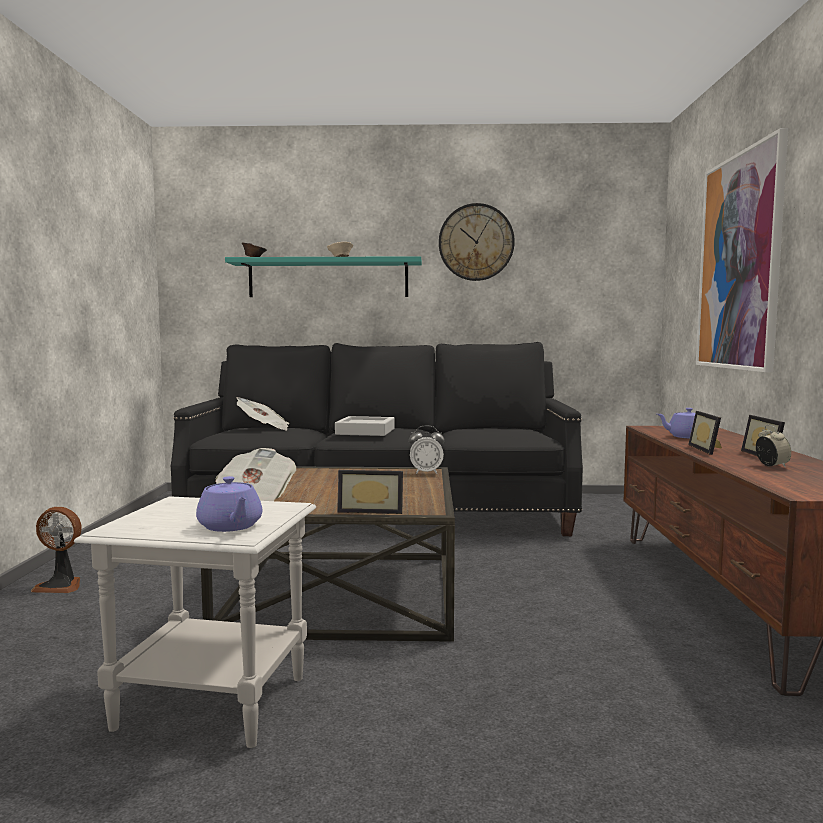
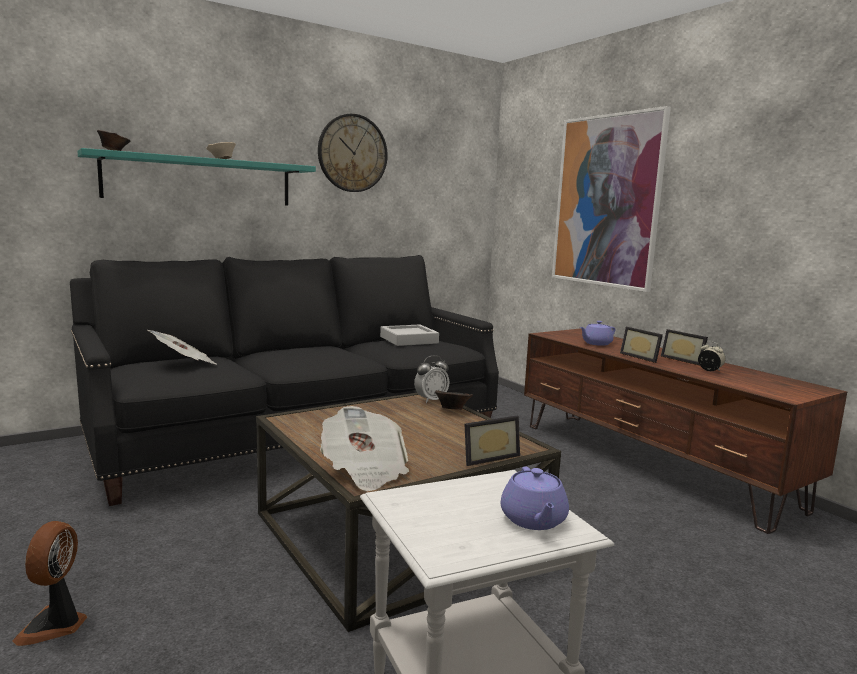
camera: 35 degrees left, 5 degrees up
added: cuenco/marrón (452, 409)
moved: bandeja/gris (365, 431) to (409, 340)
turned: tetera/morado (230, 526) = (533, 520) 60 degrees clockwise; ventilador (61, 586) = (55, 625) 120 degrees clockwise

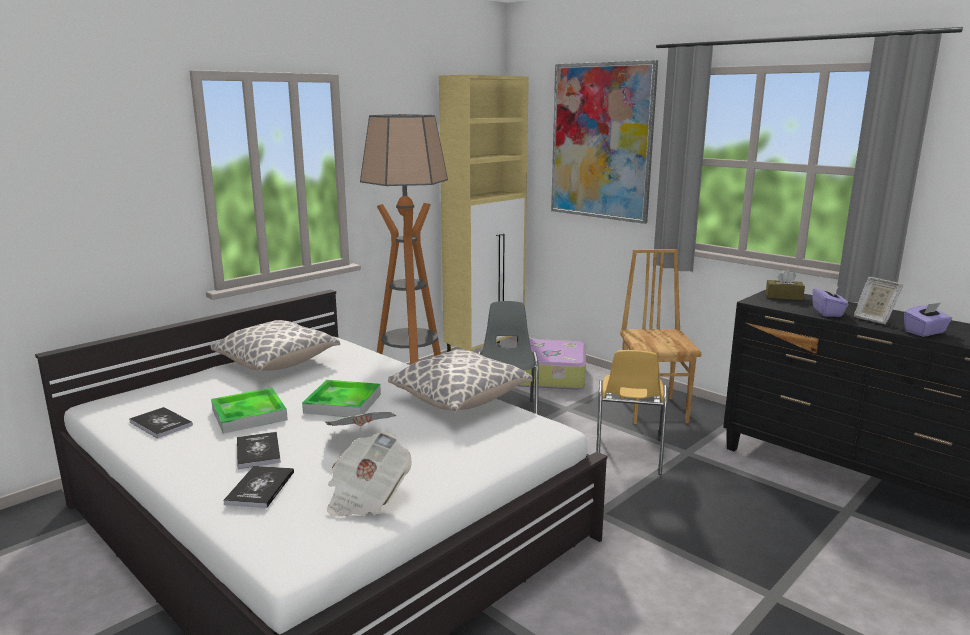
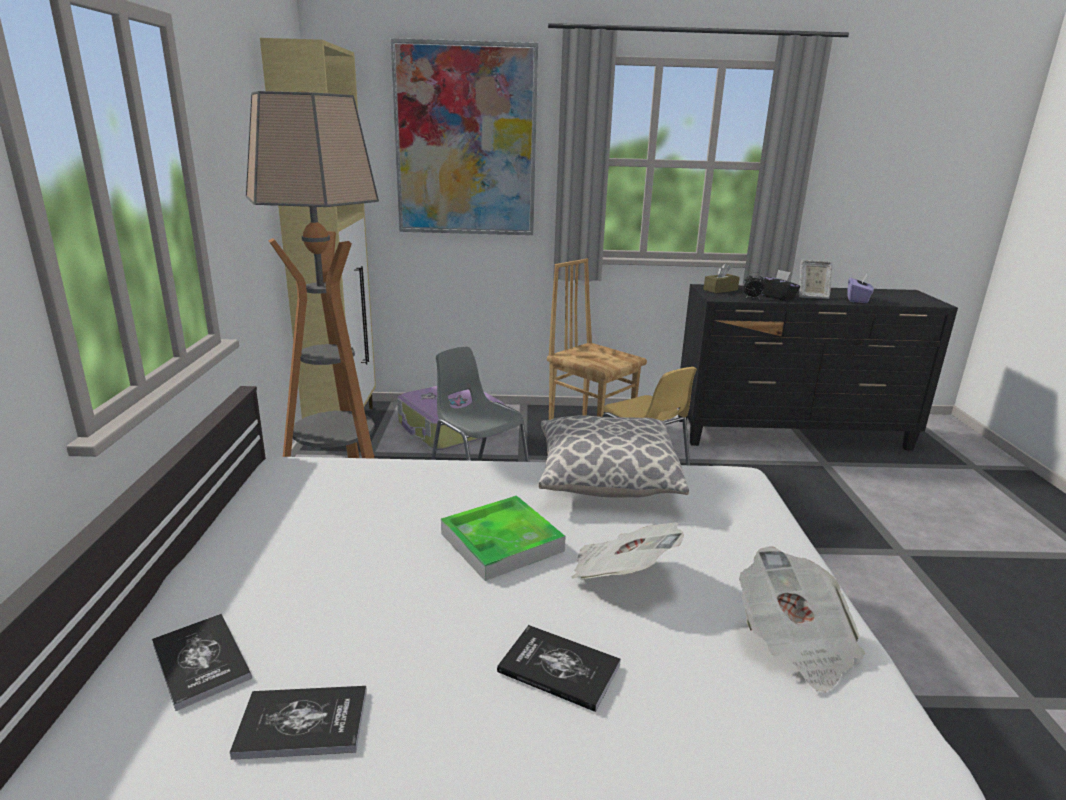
camera: 45 degrees left, 5 degrees up
removed: cojín (277, 364); bandeja (249, 415)
added: despertador (752, 299)
moved: libro (260, 488) to (201, 661)
recoloured: caja de pañuelos/morado (828, 312) to caja de pañuelos/negro (778, 297)

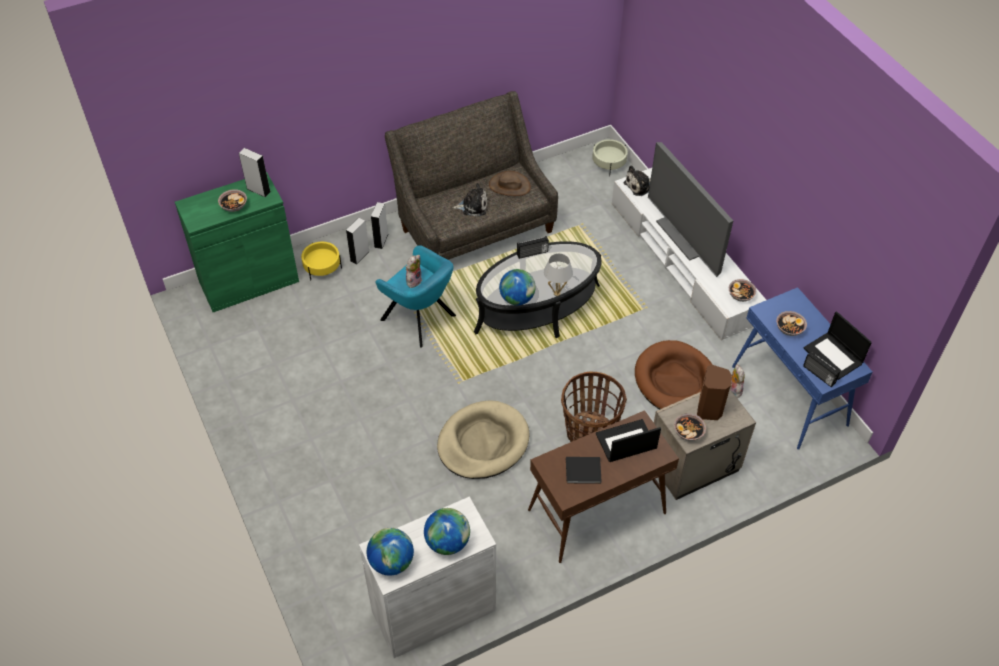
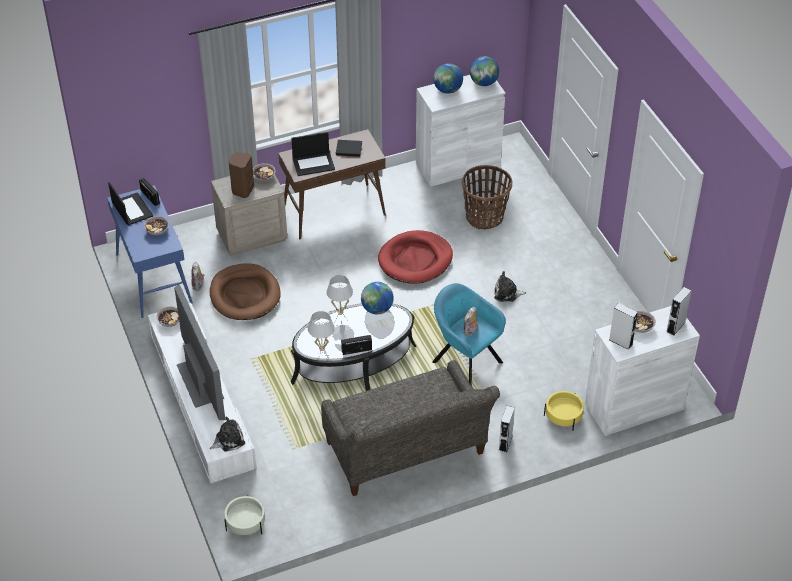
camera: 175 degrees left, 5 degrees down
removed: sombrero/marrón (509, 186)
added: lámpara de mesa/blanco (322, 348)
moved: peluche (473, 206) to (507, 293); altavoz/gris (359, 256) to (675, 327); cesta (589, 433) to (484, 217)
recoloured: armario/verde (249, 281) to armario/blanco (634, 406); cama para perro/beis (483, 442) to cama para perro/rojo (415, 260)

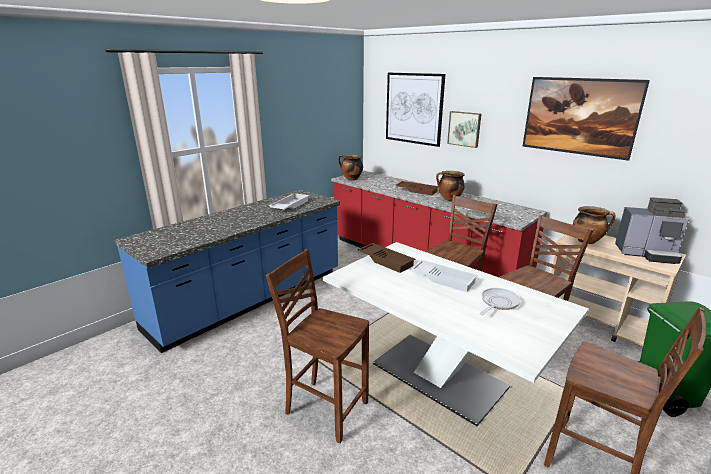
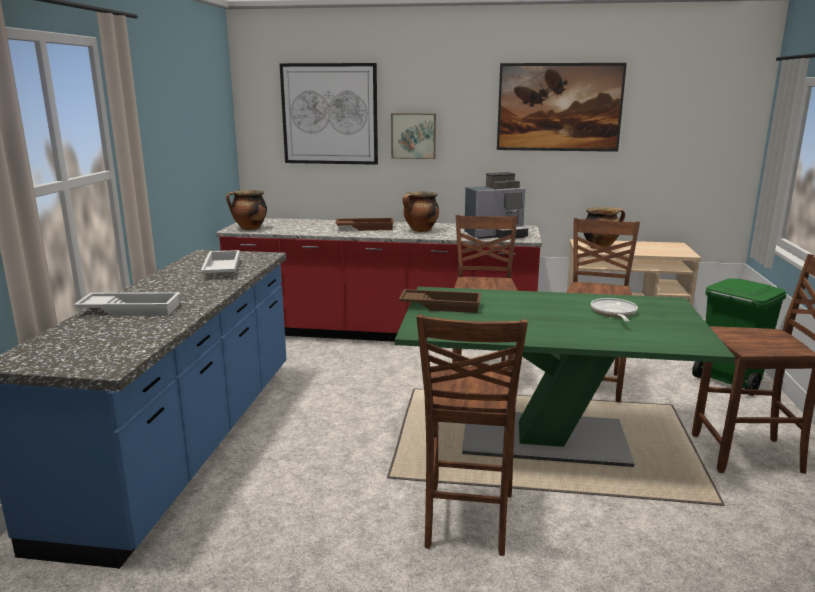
camera: 35 degrees left, 5 degrees down
moved: cafetera (647, 254) to (496, 235); bandeja/blanco (443, 279) to (131, 309)
recoloured: mesa de comedor/blanco (438, 375) to mesa de comedor/verde (544, 438)
turned: silla/marrón (325, 408) = (466, 521) 75 degrees counterclockwise

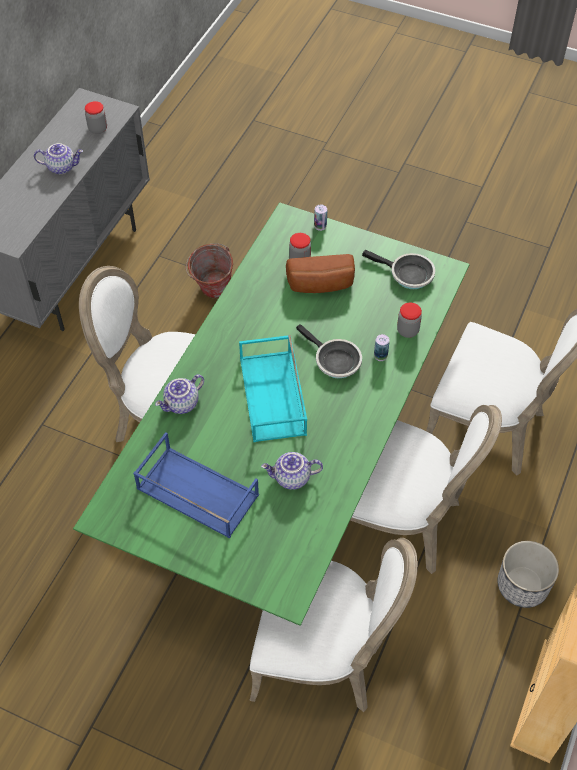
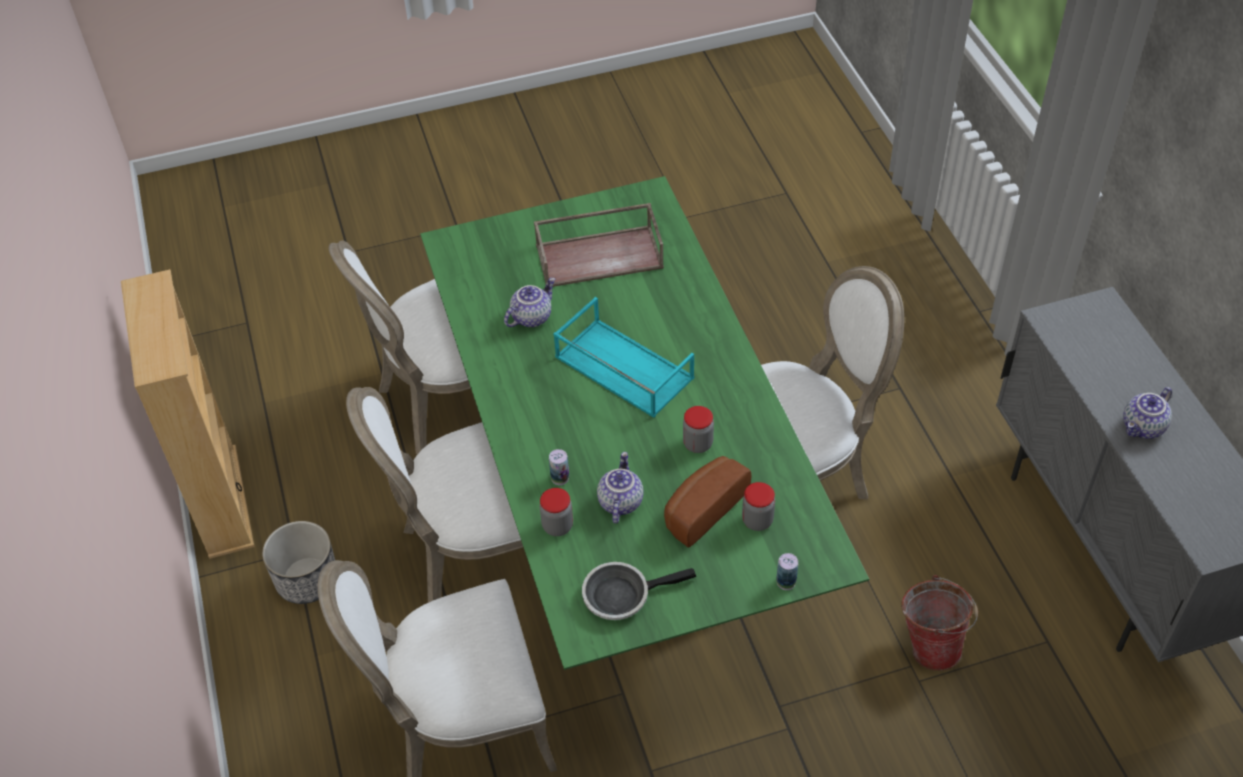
camera: 140 degrees right, 5 degrees down
removed: sartén (334, 361)
moved: tarro (98, 129) to (697, 444); tetera (182, 404) to (619, 502)
recoloured: bandeja/azul (196, 492) to bandeja/marrón (600, 255)

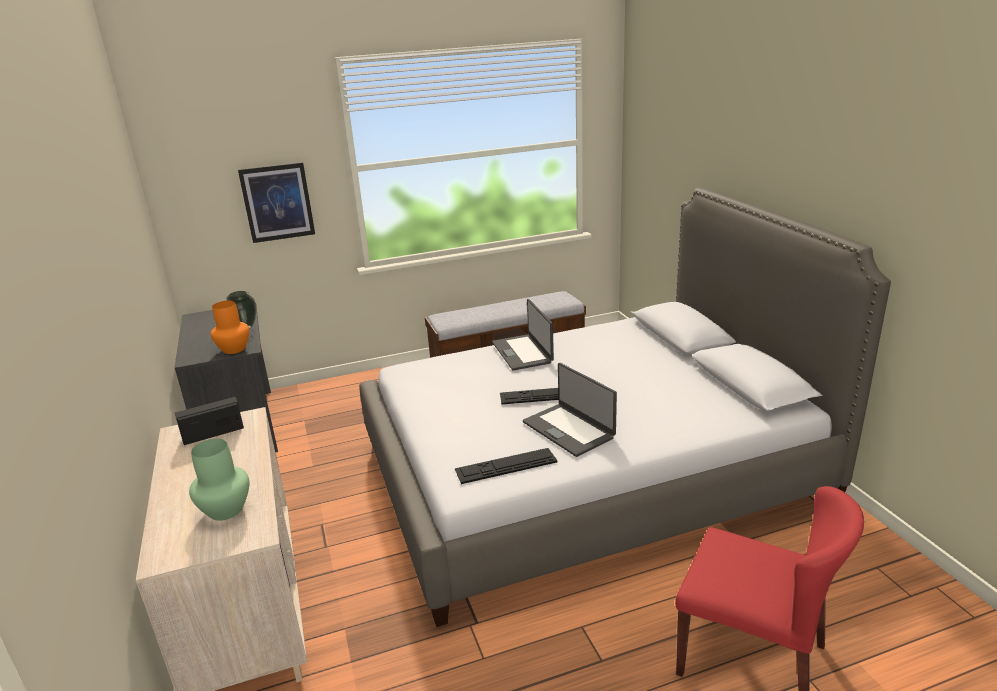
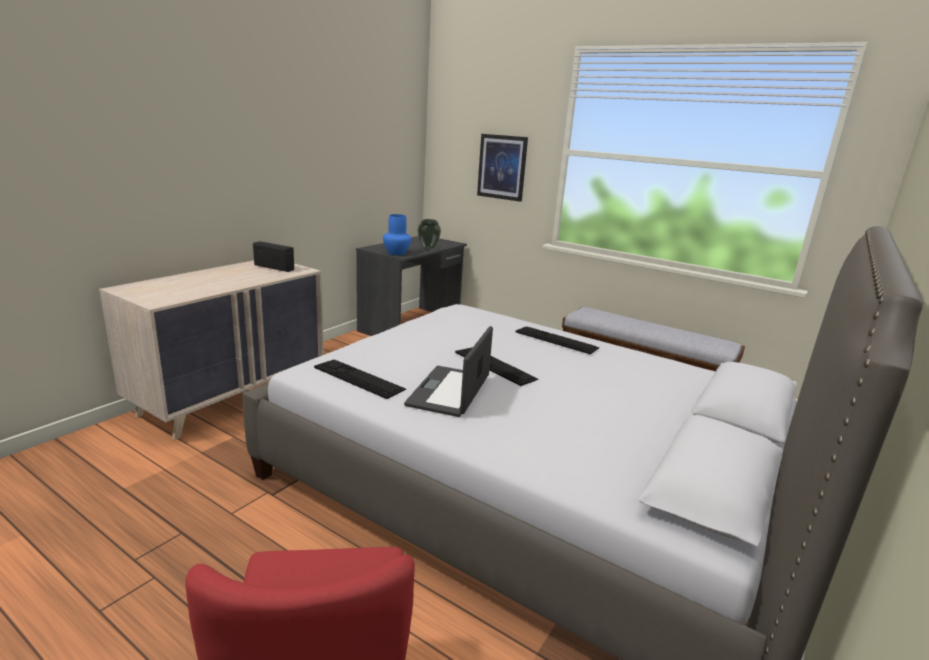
camera: 50 degrees right, 5 degrees down
removed: florero/verde (225, 510)
replaced: portátil (523, 352) to teclado (556, 340)
recoloured: florero/naranja (234, 349) to florero/azul (396, 253)

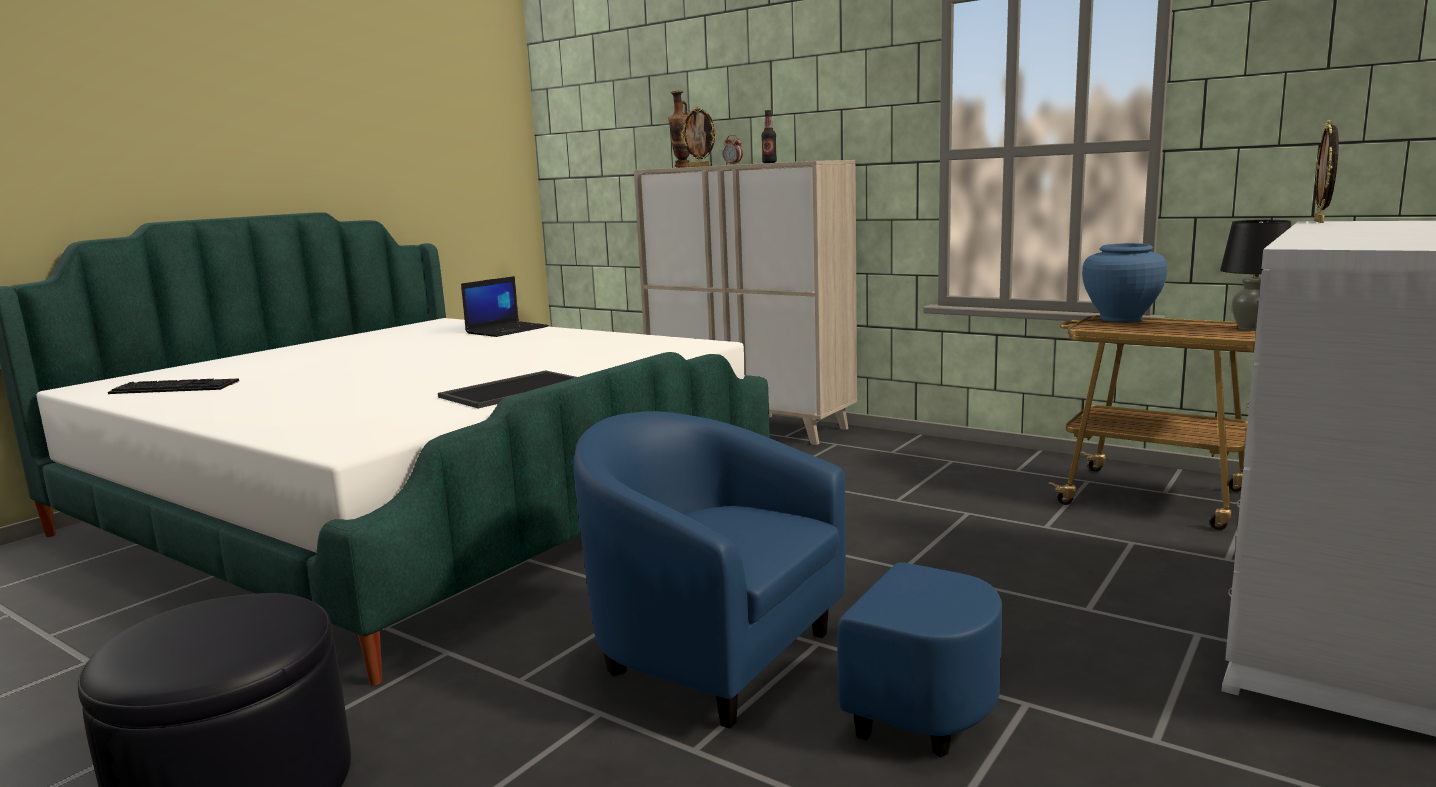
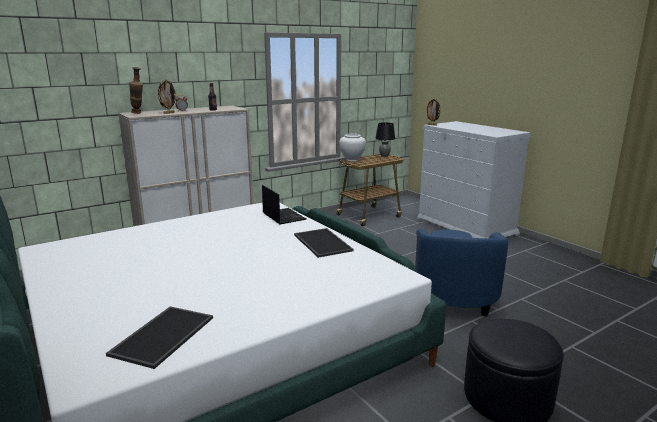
camera: 70 degrees left, 5 degrees up
moved: portátil (507, 330) to (283, 216)
replaced: teclado (177, 387) to bandeja (162, 335)
recoloured: florero/azul (1121, 319) to florero/blanco (352, 160)
turned: sillón/azul (758, 670) = (454, 292) 45 degrees counterclockwise

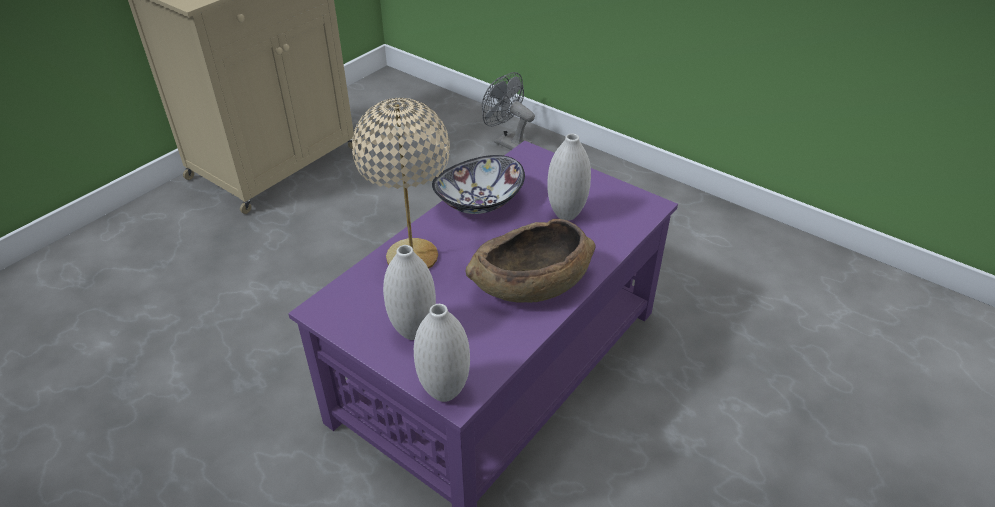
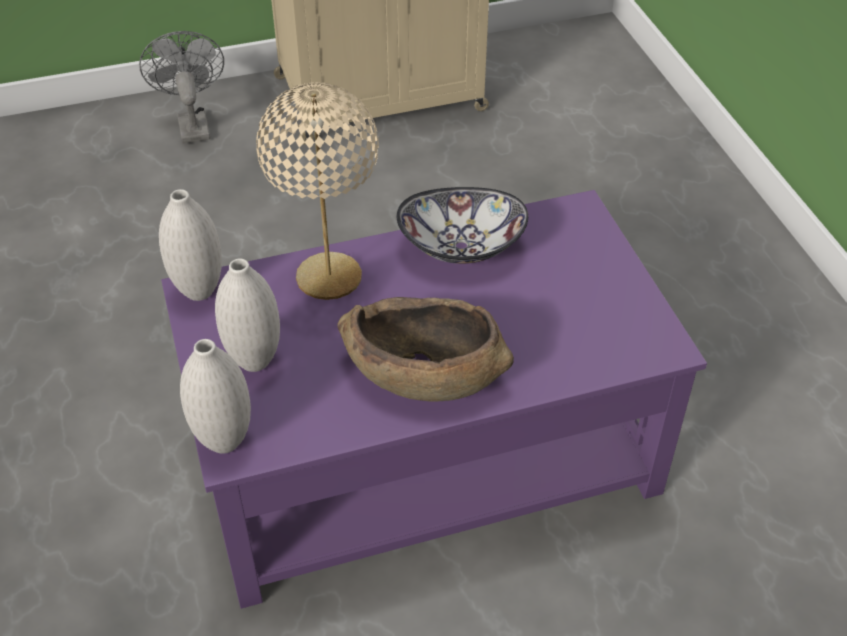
camera: 35 degrees right, 5 degrees up
moved: ventilador/gris (507, 142) to (192, 124); florero/blanco (566, 214) to (199, 291)

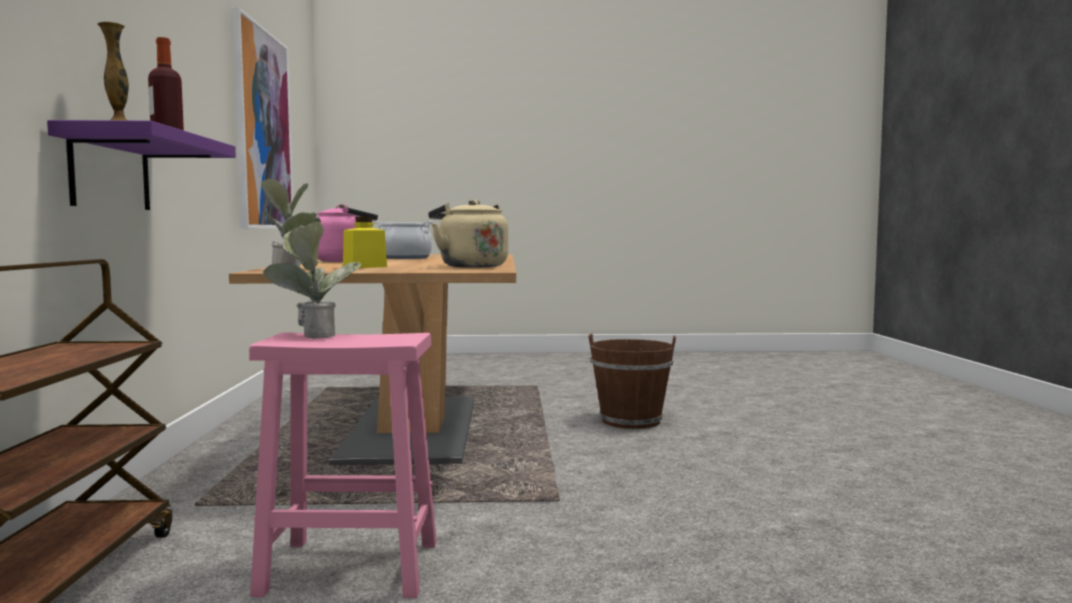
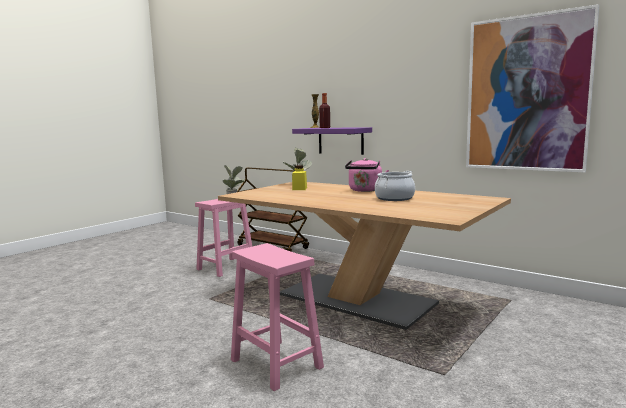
camera: 130 degrees right, 5 degrees up
removed: hervidor/beis (470, 266)
replaced: cubo/marrón (630, 421) to taburete/rosa (275, 363)

